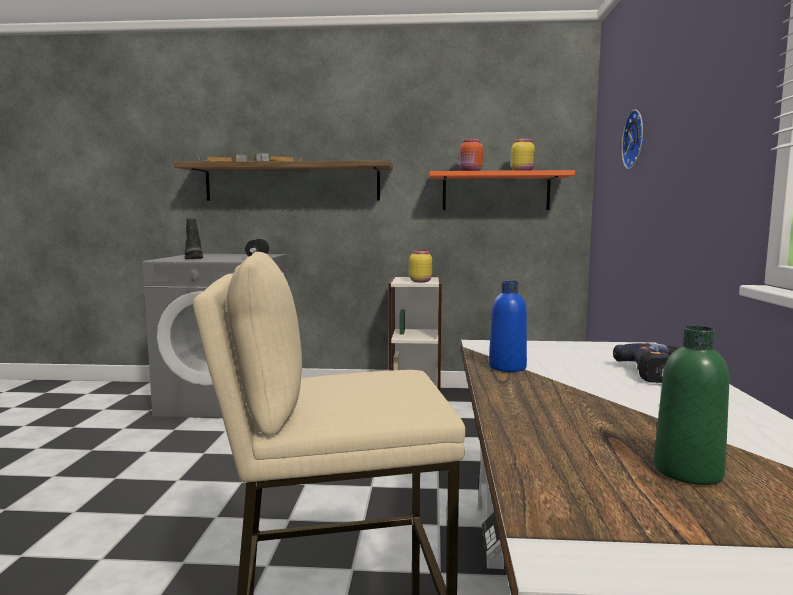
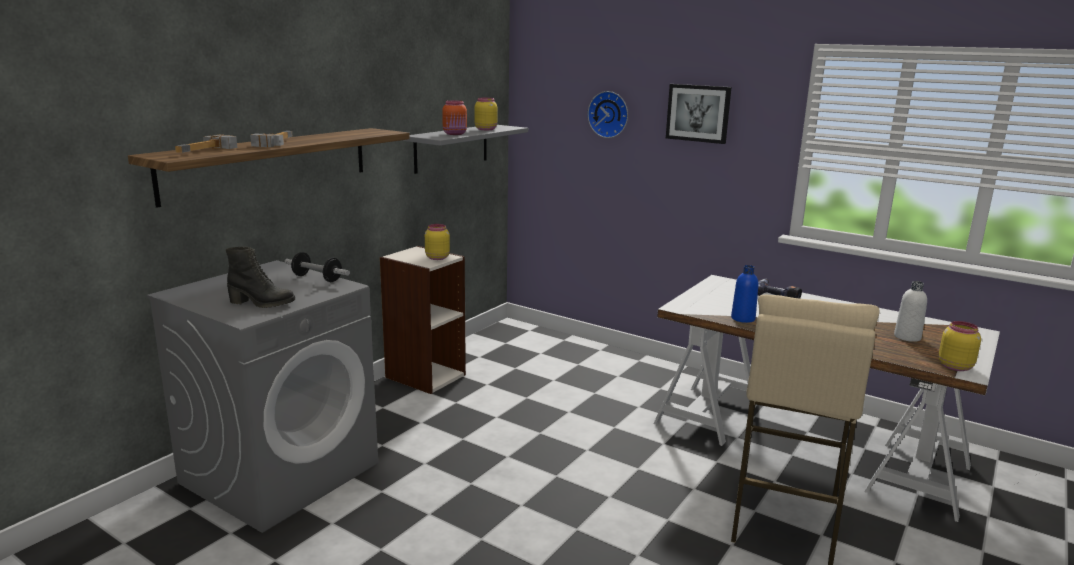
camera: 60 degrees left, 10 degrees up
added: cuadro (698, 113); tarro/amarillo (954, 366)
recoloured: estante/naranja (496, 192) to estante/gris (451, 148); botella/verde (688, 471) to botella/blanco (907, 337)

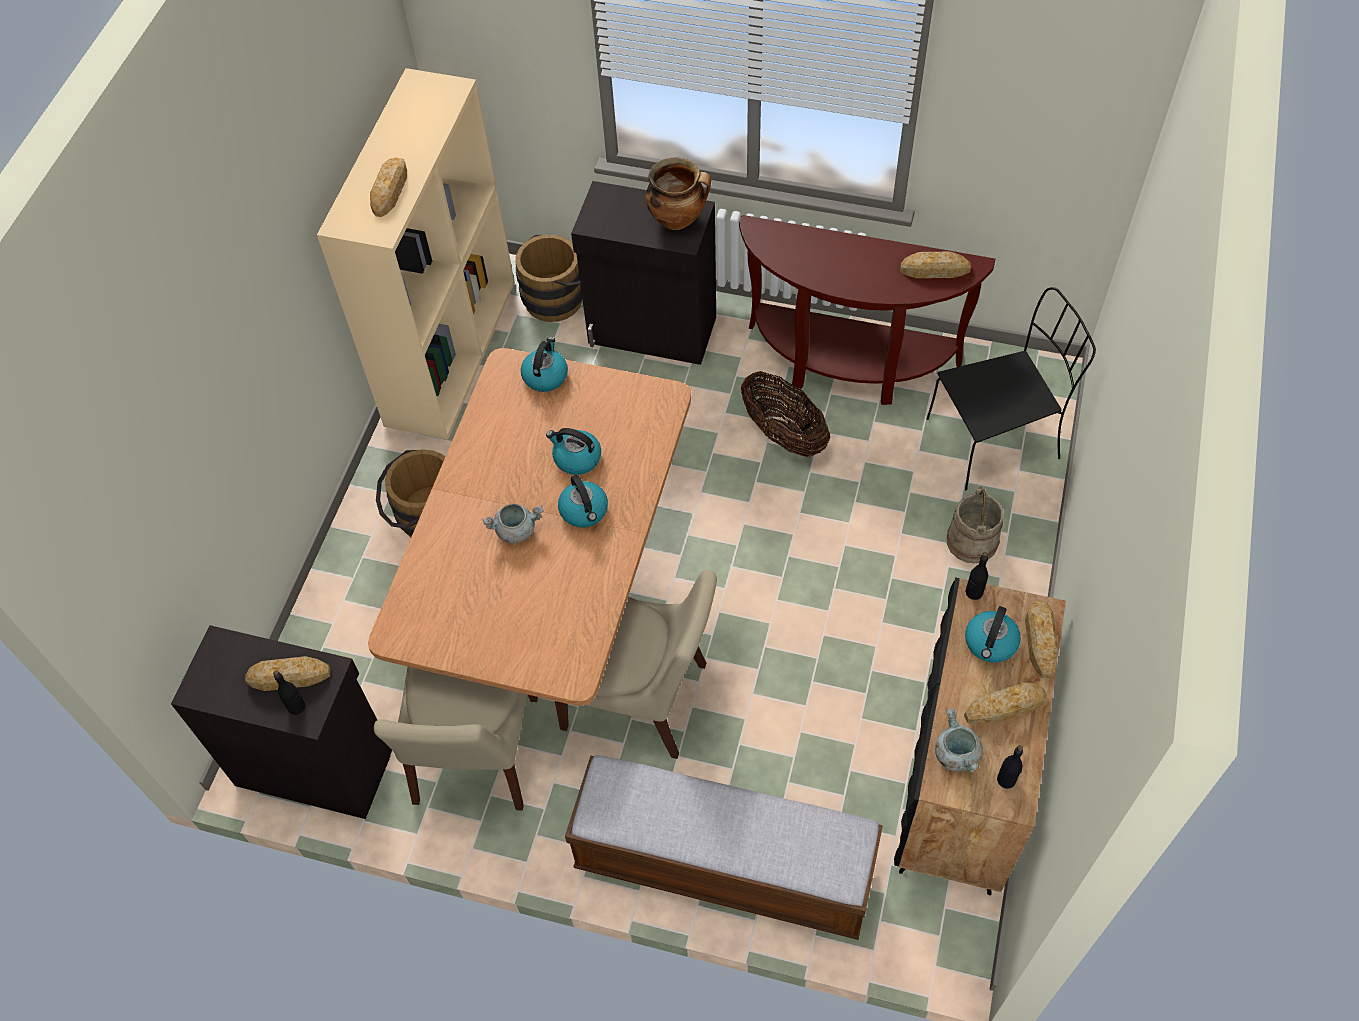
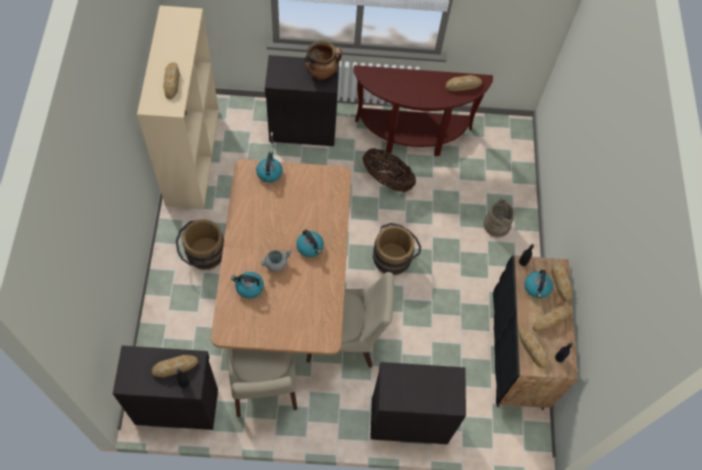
camera: 20 degrees left, 5 degrees up
removed: silla/negro (995, 438)
moved: cubo/marrón (559, 296) to (394, 257); hervidor (576, 458) to (249, 287)
replaced: olla/gris (955, 753) to pan (532, 348); banco (723, 866) to armario/negro (408, 419)

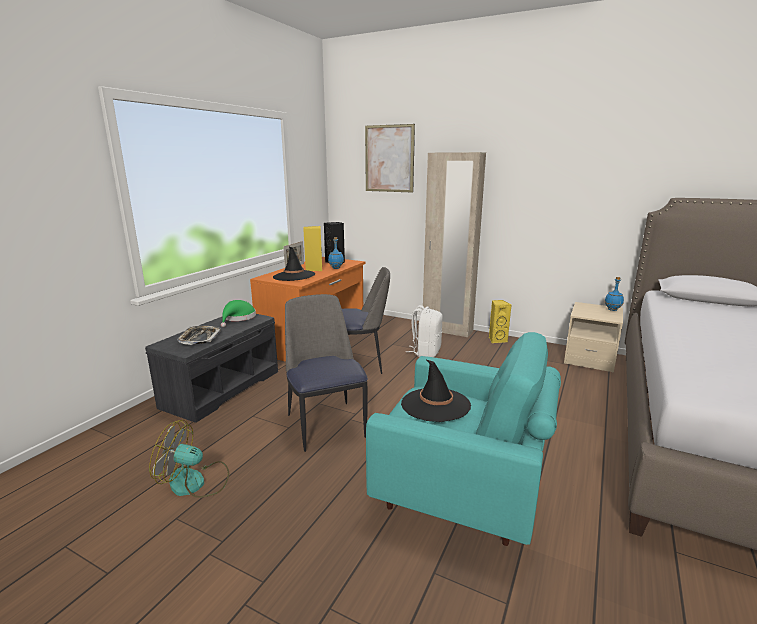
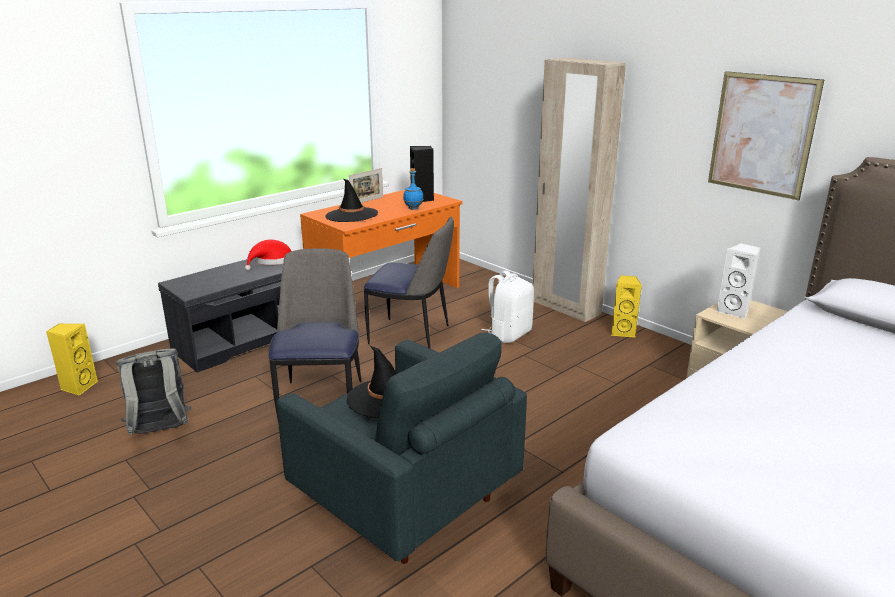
camera: 20 degrees right, 5 degrees up
removed: botella/azul (612, 310); bandeja (199, 338)
added: altavoz/blanco (735, 311)
moved: cuadro (389, 158) to (762, 134); altavoz/amarillo (314, 269) to (78, 387)
replaced: ventilador (195, 483) to mochila/gris (160, 432)
recoloured: sombrero/verde (238, 318) to sombrero/rojo (271, 261); sillón/turquesa (461, 491) to sillón/gris (405, 501)

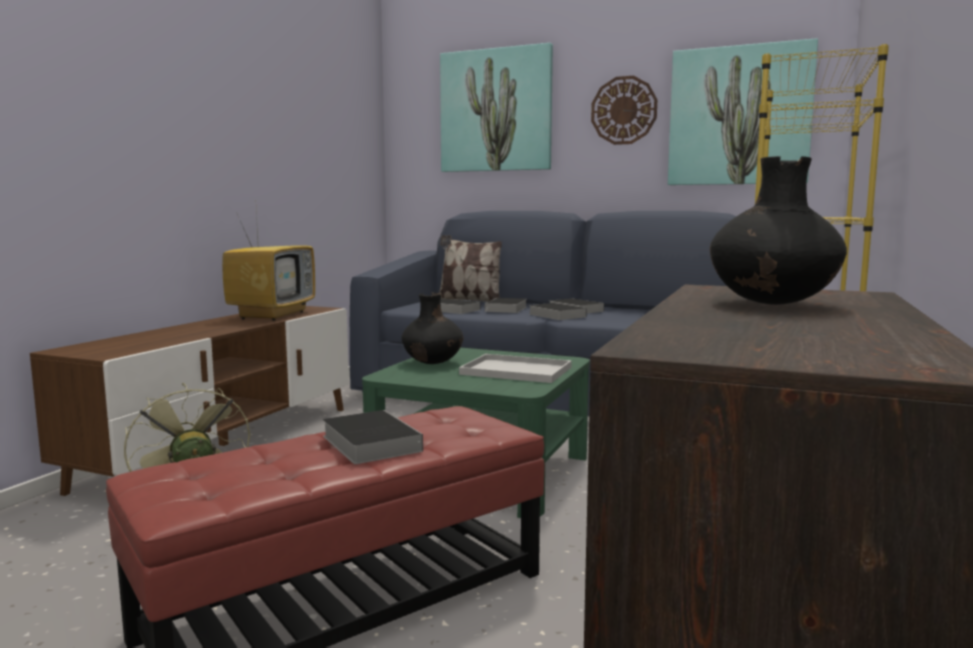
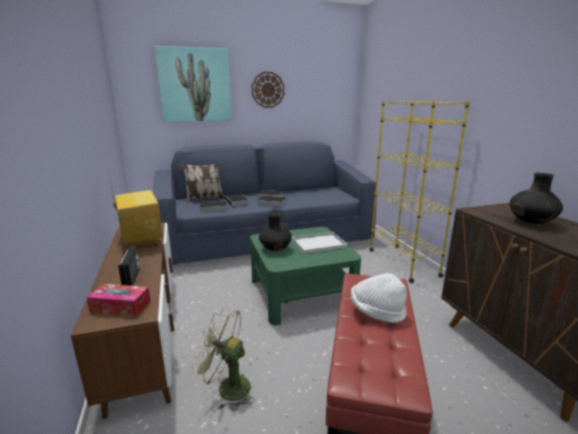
camera: 40 degrees left, 10 degrees up
removed: cuadro (739, 116)
added: radio (132, 277); caja de pañuelos (120, 306)
replaced: libro (369, 442) to sombrero/blanco (376, 312)

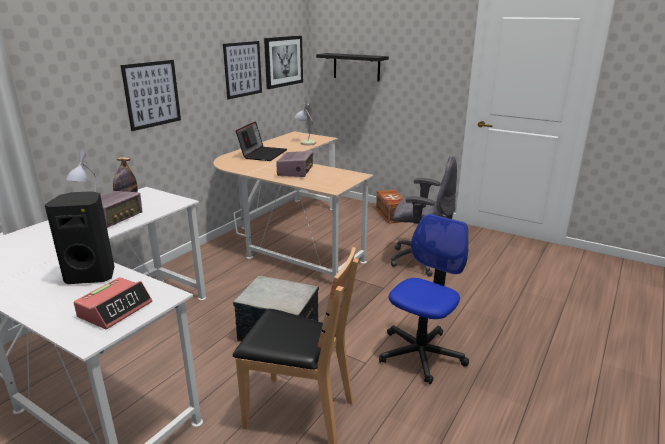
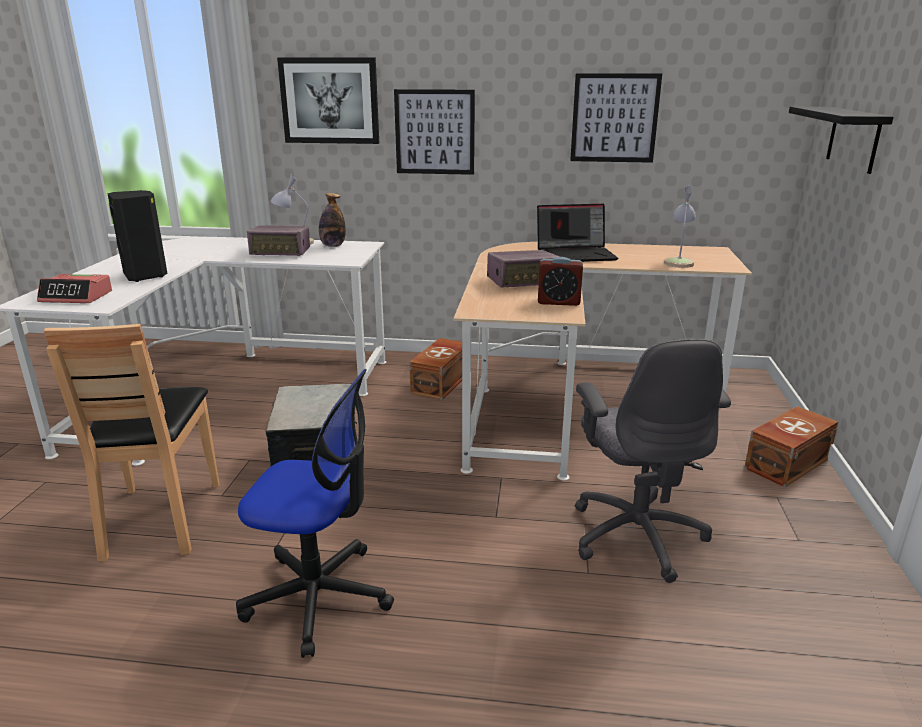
camera: 65 degrees right, 0 degrees up
added: despertador (558, 302); caja de almacenaje/marrón (442, 383)
moved: cuadro (283, 61) to (330, 101)

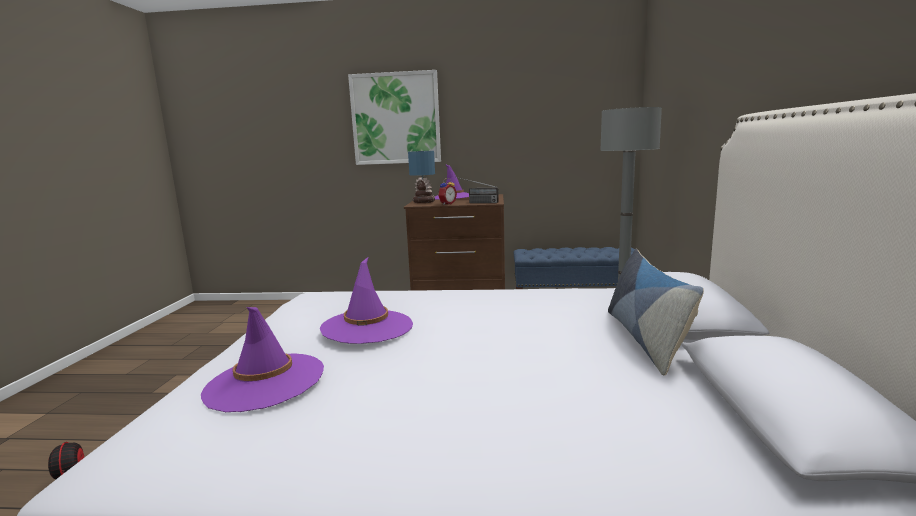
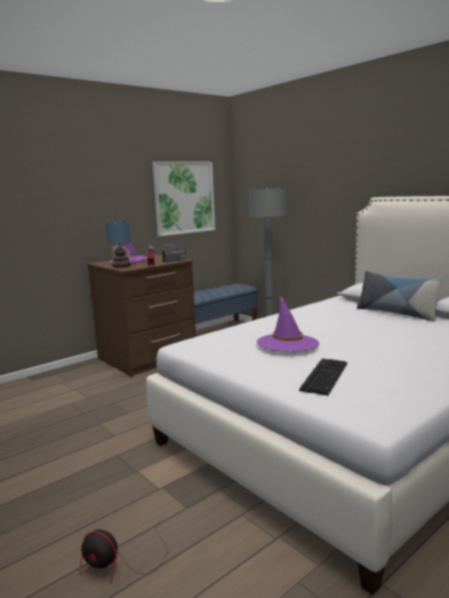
camera: 45 degrees left, 0 degrees up
moved: cuadro (395, 118) to (184, 198)
replaced: sombrero/morado (264, 382) to teclado (323, 376)

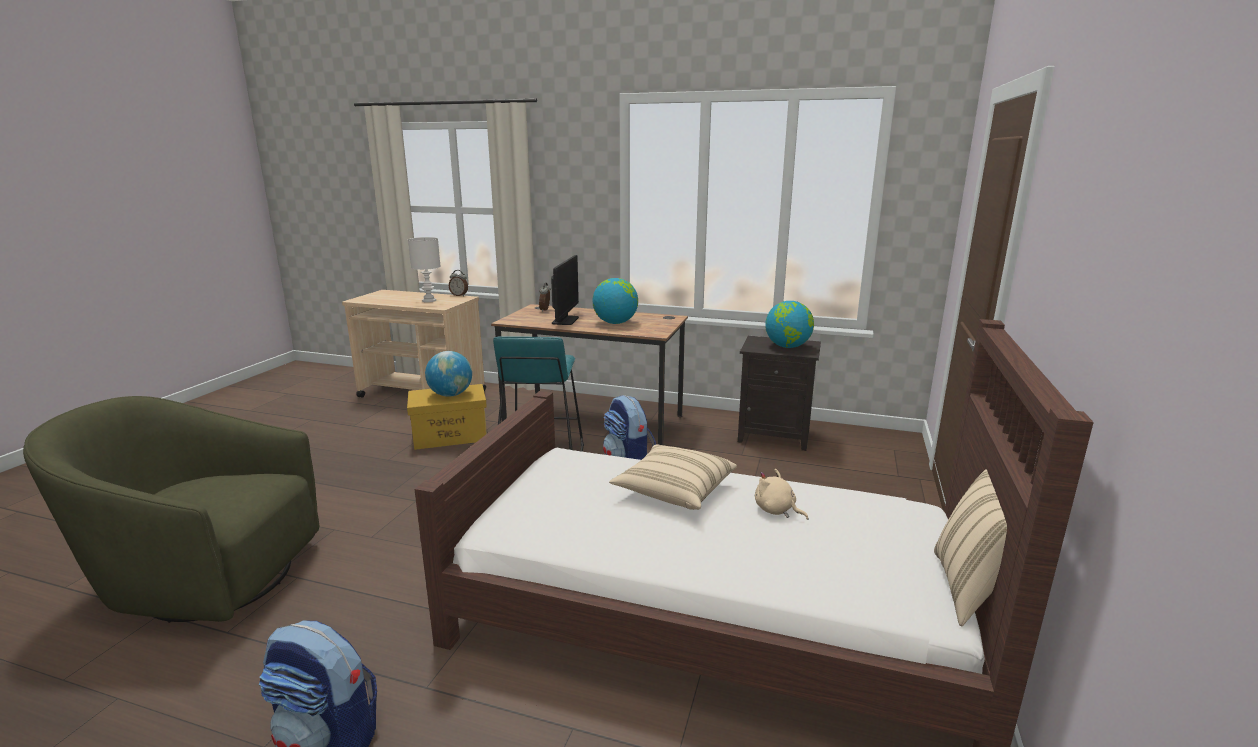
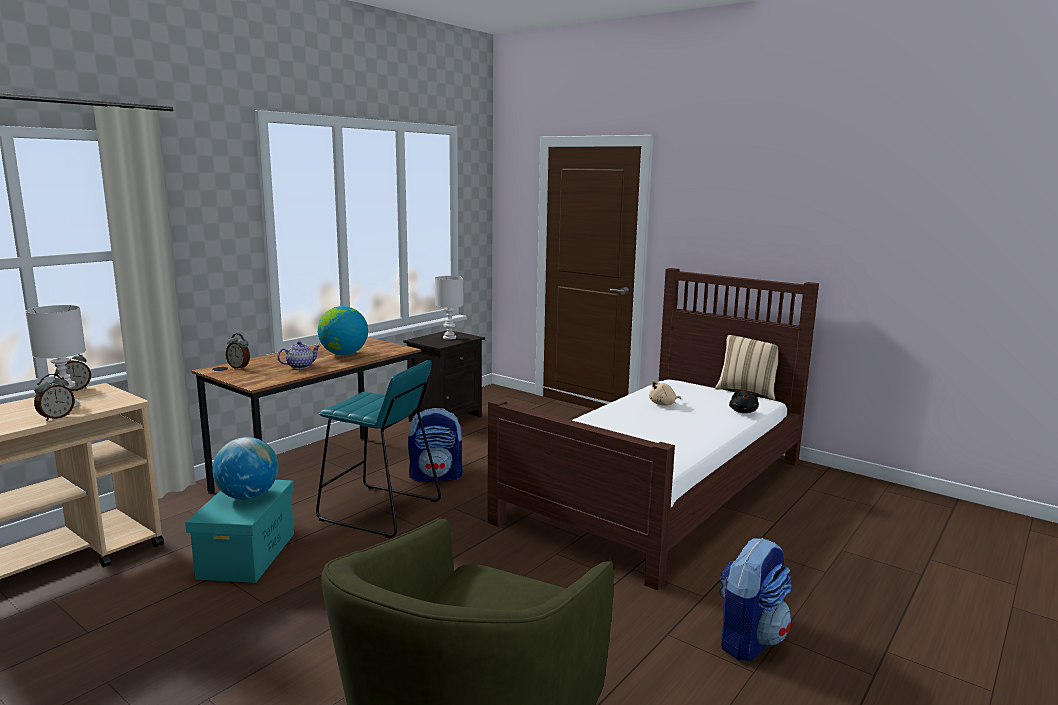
camera: 70 degrees left, 5 degrees down
removed: cojín/beis (674, 491)
added: despertador (56, 417); peluche/negro (743, 412)
replaced: monitor (565, 320) to tetera (300, 366); globo terráqueo (787, 347) to lámpara de mesa/blanco (449, 337)
recoloured: caja de almacenaje/amarillo (451, 436) to caja de almacenaje/turquesa (247, 554)

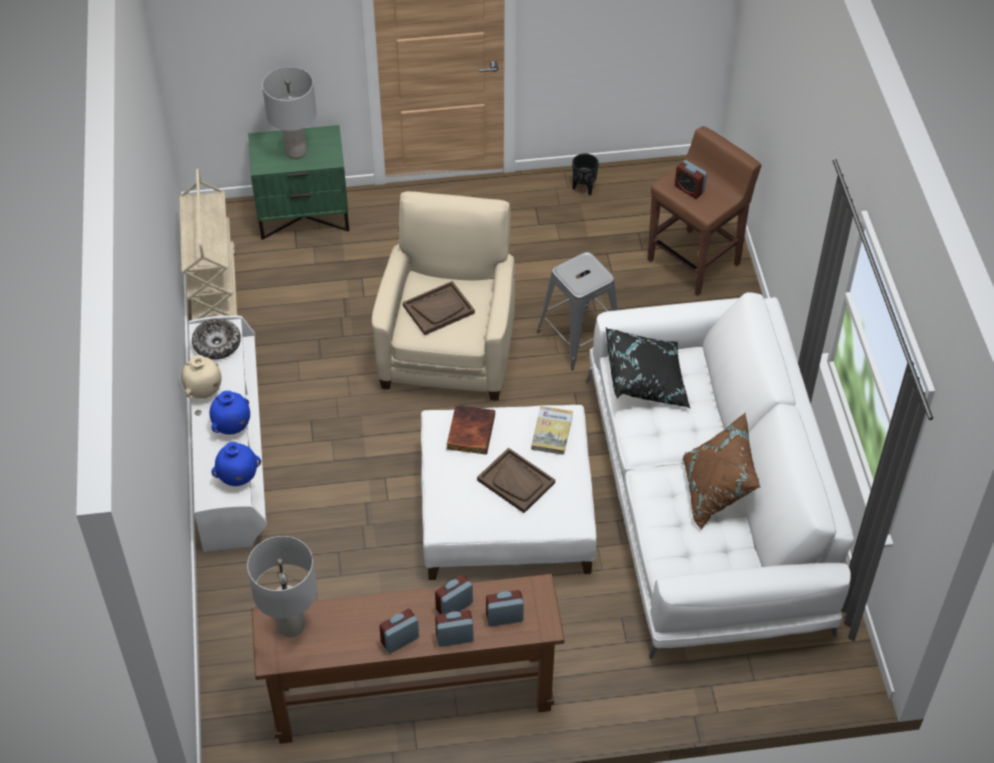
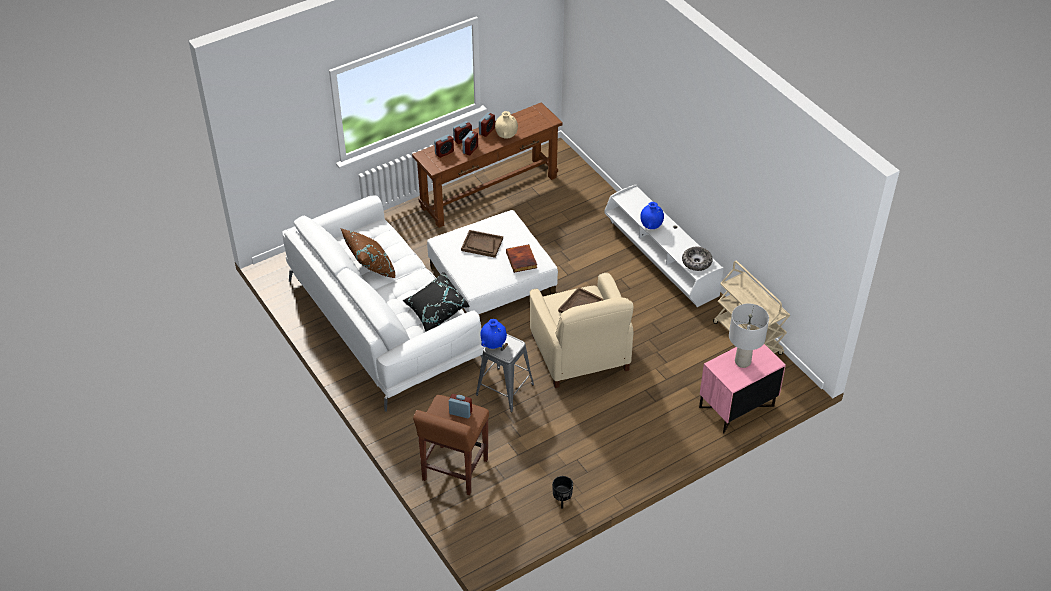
camera: 155 degrees right, 5 degrees down
removed: libro (552, 432); lámpara de mesa/gris (291, 625)
moved: florero/beis (204, 392) to (506, 136); florero/azul (238, 478) to (493, 344)
recoloured: mesita de noche/verde (304, 215) to mesita de noche/rosa (736, 407)

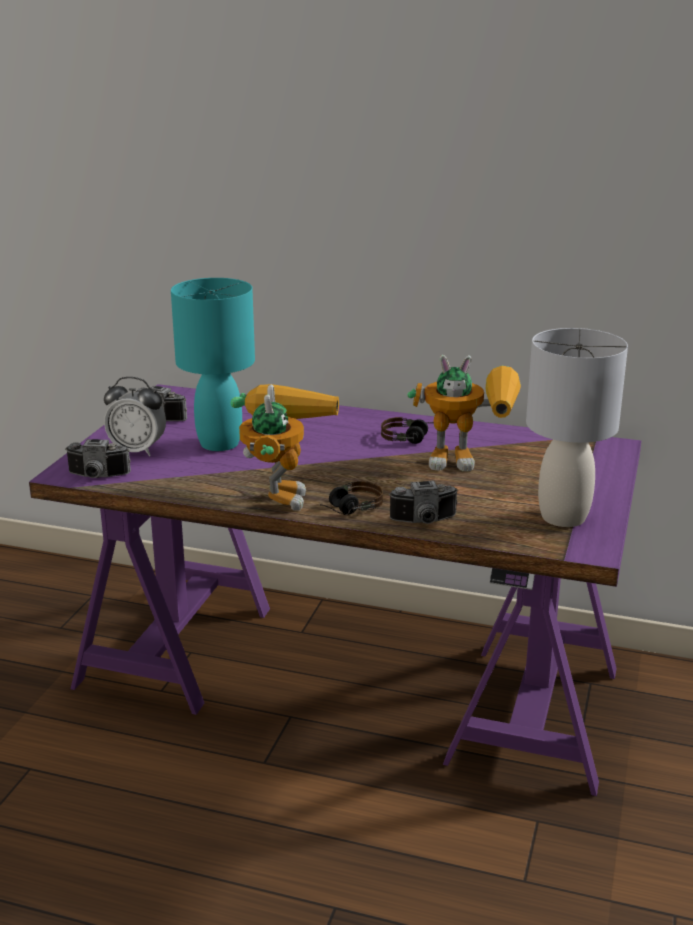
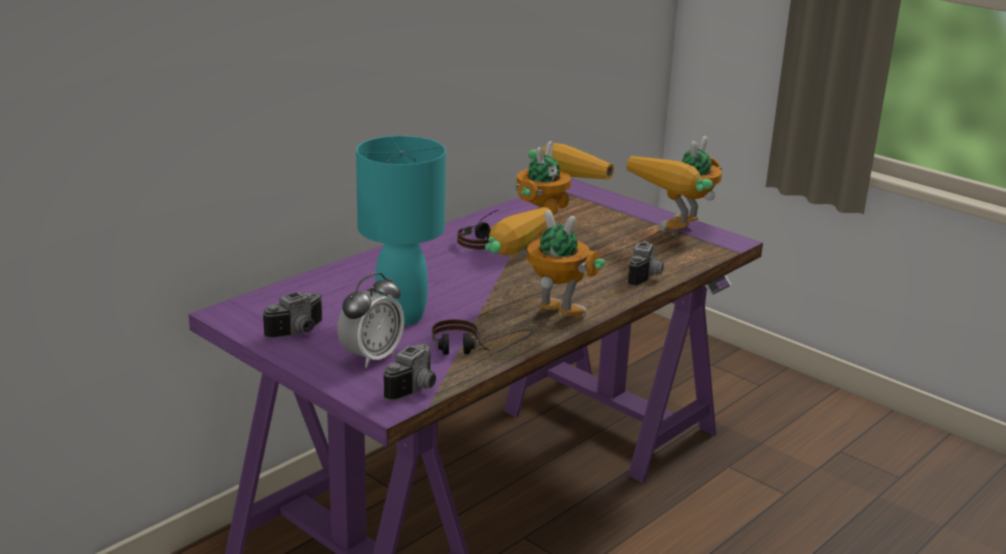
camera: 65 degrees left, 0 degrees up
moved: auriculares (347, 510) to (459, 352)
replaced: lámpara de mesa/gris (562, 517) to robot de juguete (677, 235)

